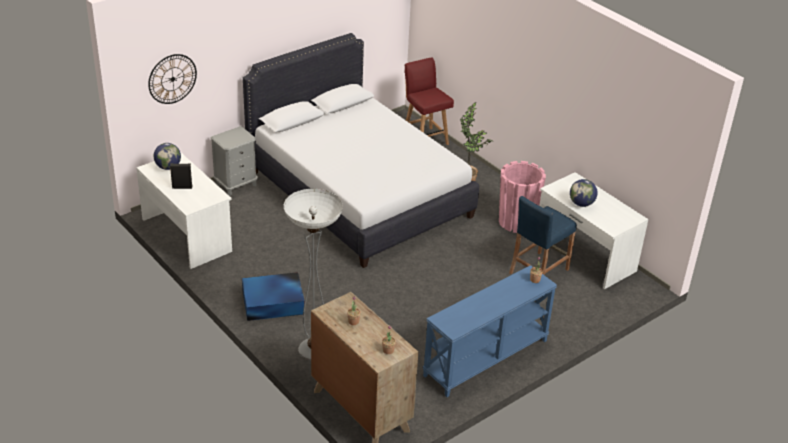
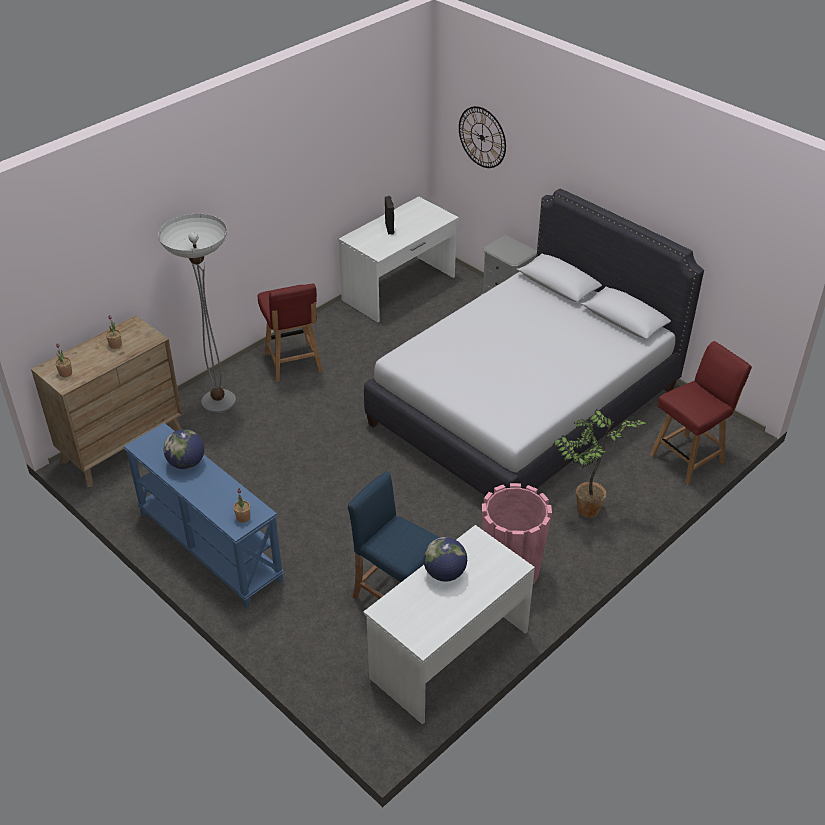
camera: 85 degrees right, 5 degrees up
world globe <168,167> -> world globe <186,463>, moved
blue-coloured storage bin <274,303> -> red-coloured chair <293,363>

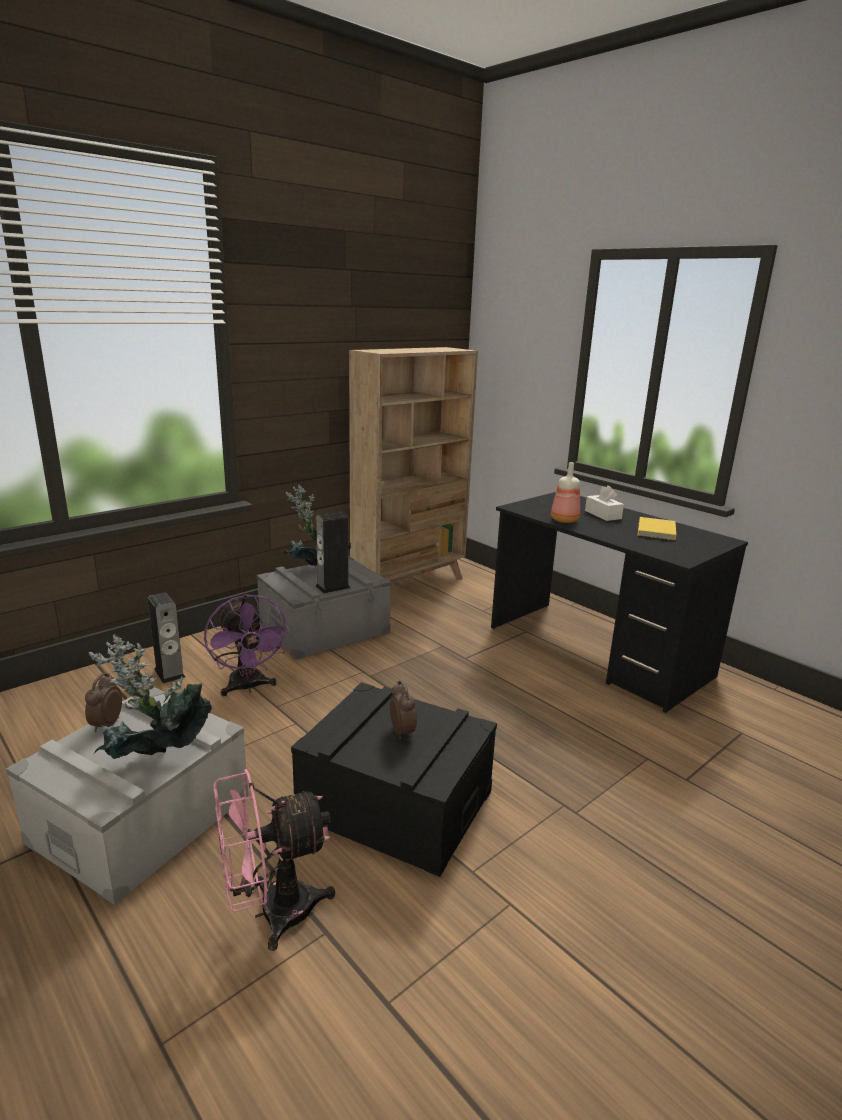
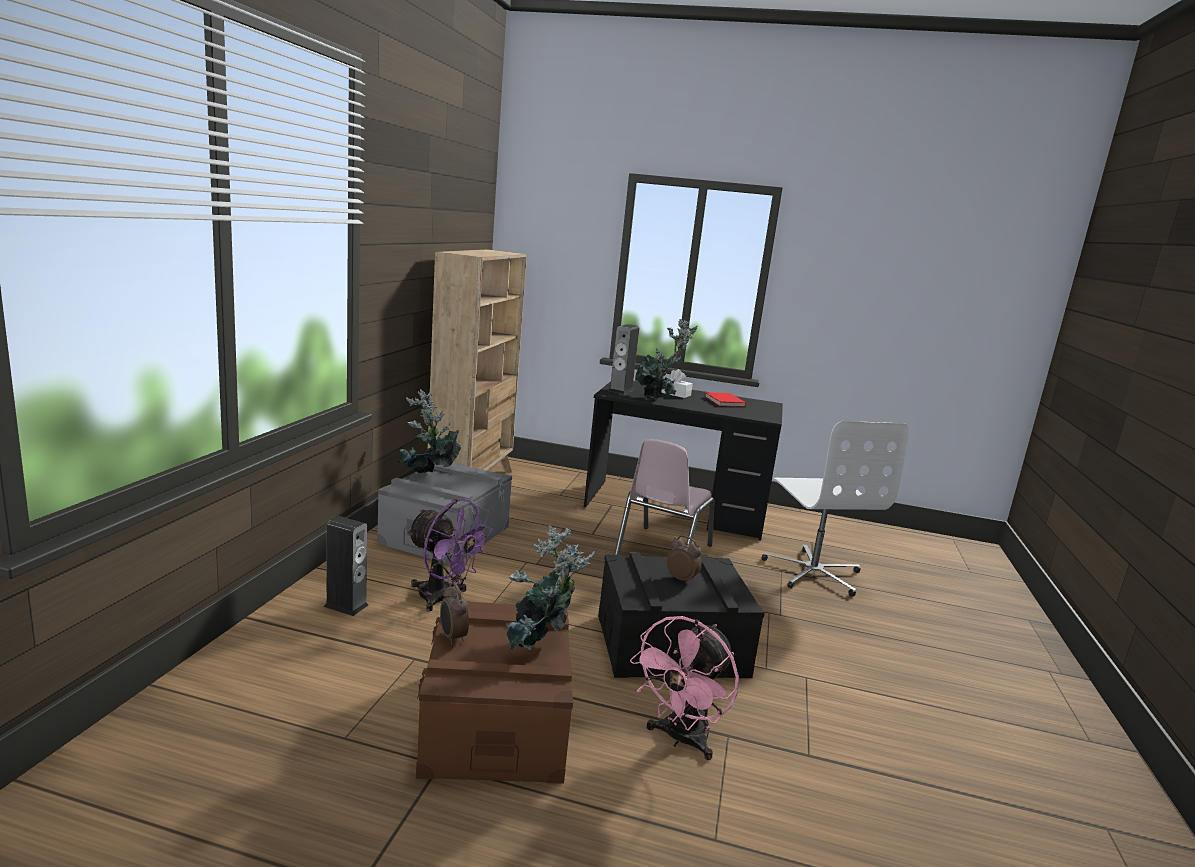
camera: 35 degrees left, 5 degrees down
greyish storage bin <141,819> -> brownish storage bin <496,721>
loudspeaker <333,587> -> loudspeaker <621,390>, moved
none -> pink-coloured chair <662,551>
bottle <564,520> -> potted plant <658,400>
yellowish book <655,531> -> red-coloured book <724,402>
none -> white computer chair <813,572>

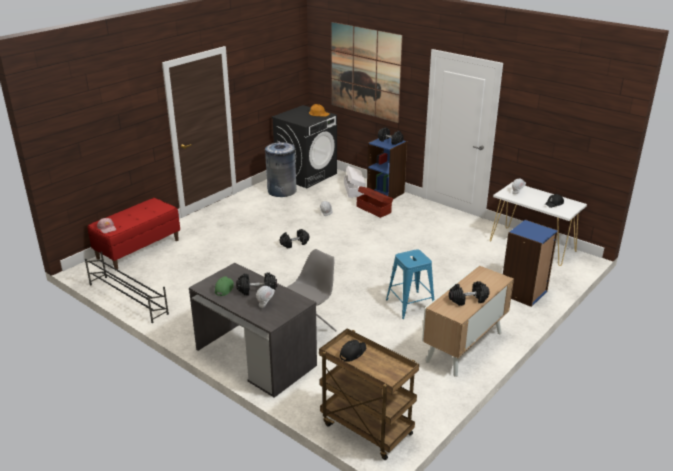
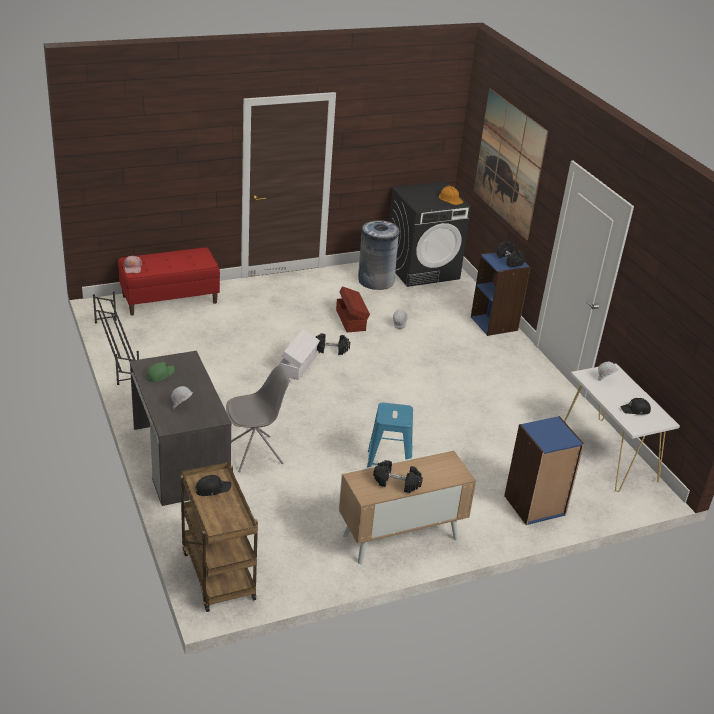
camera: 25 degrees right, 5 degrees up
white storage bin <354,190> -> white storage bin <298,365>, moved
brownish storage bin <373,209> -> brownish storage bin <351,320>, moved
black-coloured free weight <257,290> -> none

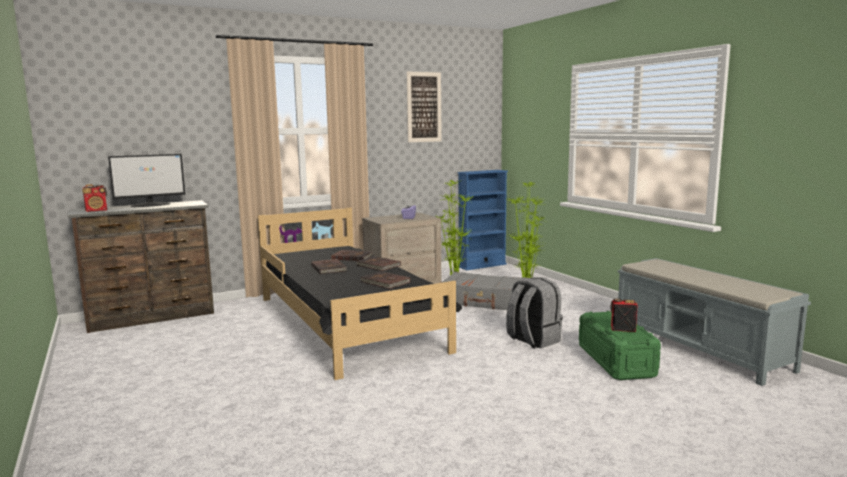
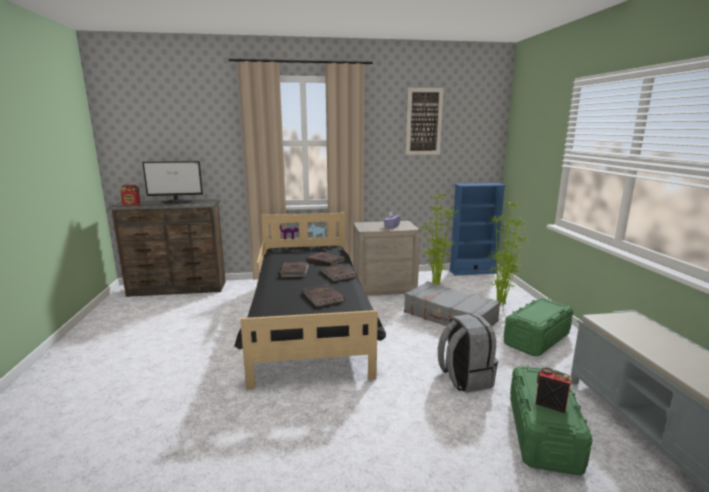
camera: 20 degrees right, 5 degrees up
none -> green storage bin <537,339>

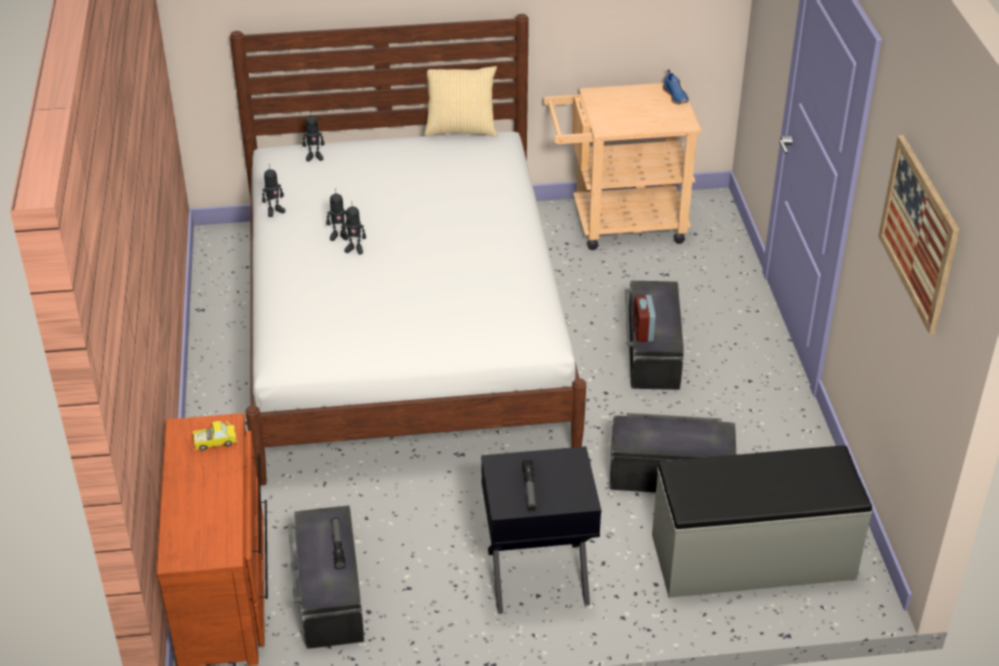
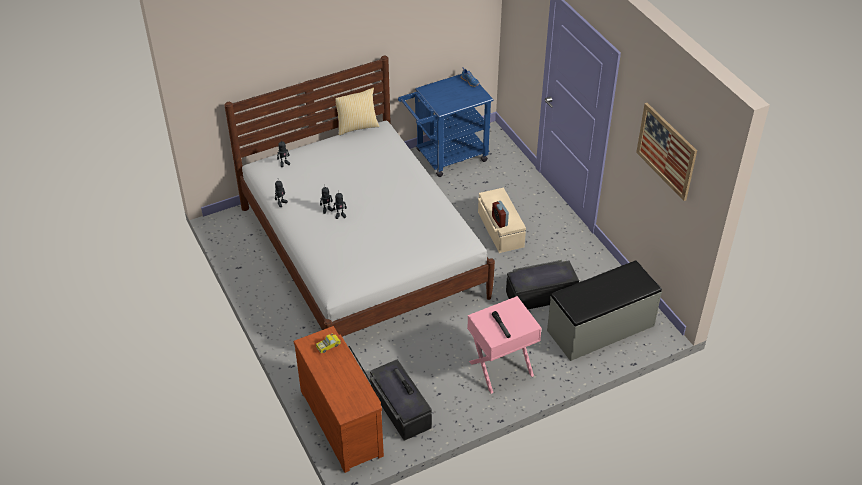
camera: 20 degrees left, 5 degrees up
sand-coloured cart <617,223> -> blue-coloured cart <446,157>
black-coloured night table <538,577> -> pink-coloured night table <501,369>
black-coloured storage bin <651,352> -> sand-coloured storage bin <500,229>

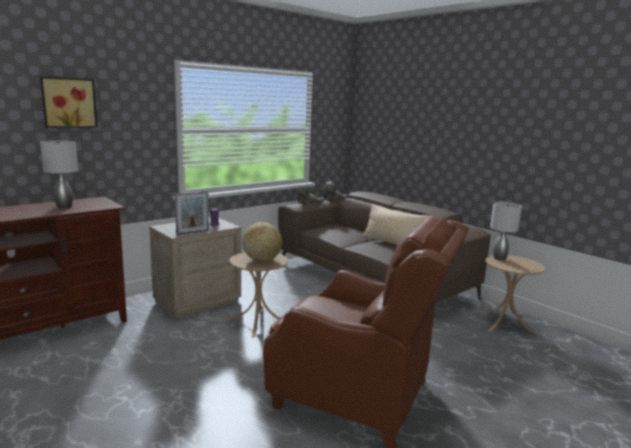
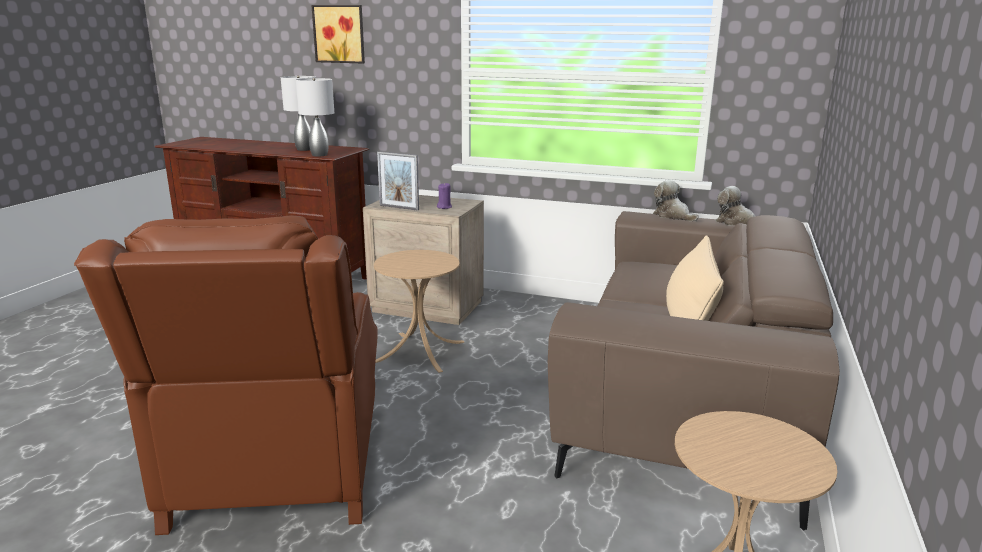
camera: 60 degrees right, 5 degrees up
greyish table lamp <499,258> -> greyish table lamp <320,155>, moved
world globe <261,260> -> none

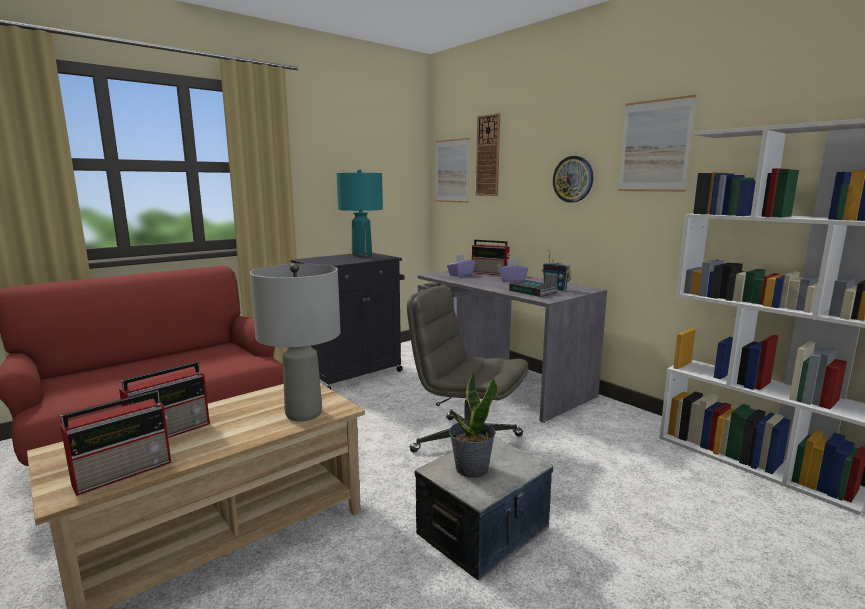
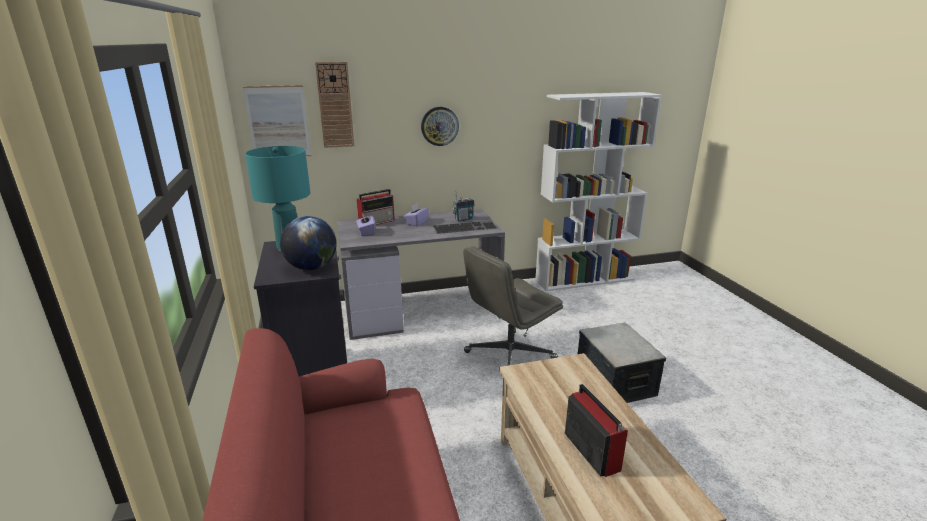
camera: 65 degrees left, 10 degrees up
none -> world globe <311,268>
book <533,292> -> keyboard <465,227>
radio set <125,471> -> none
greyish table lamp <304,413> -> none
potted plant <471,469> -> none
wall art <654,146> -> none

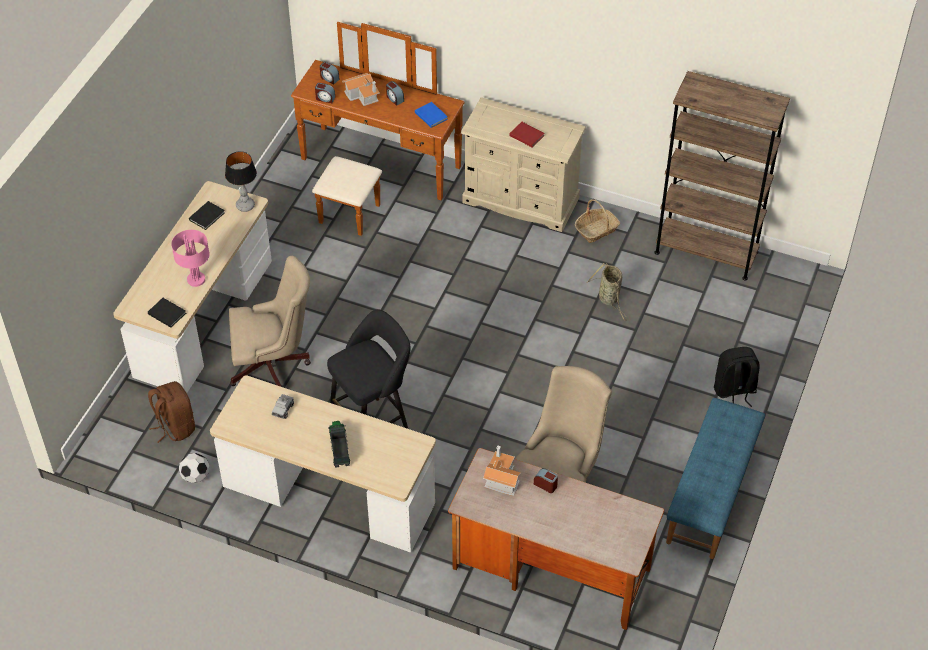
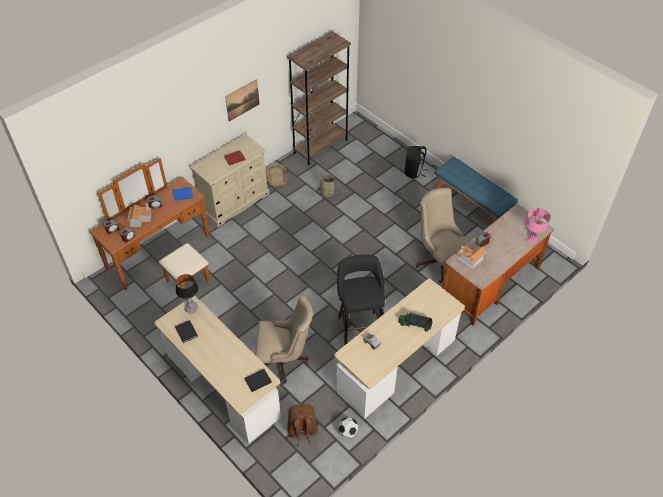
camera: 65 degrees left, 0 degrees up
none -> wall art <242,100>
sand-coloured computer chair <273,365> -> sand-coloured computer chair <284,361>, 75 degrees clockwise
pink-coloured table lamp <196,279> -> pink-coloured table lamp <531,239>, moved

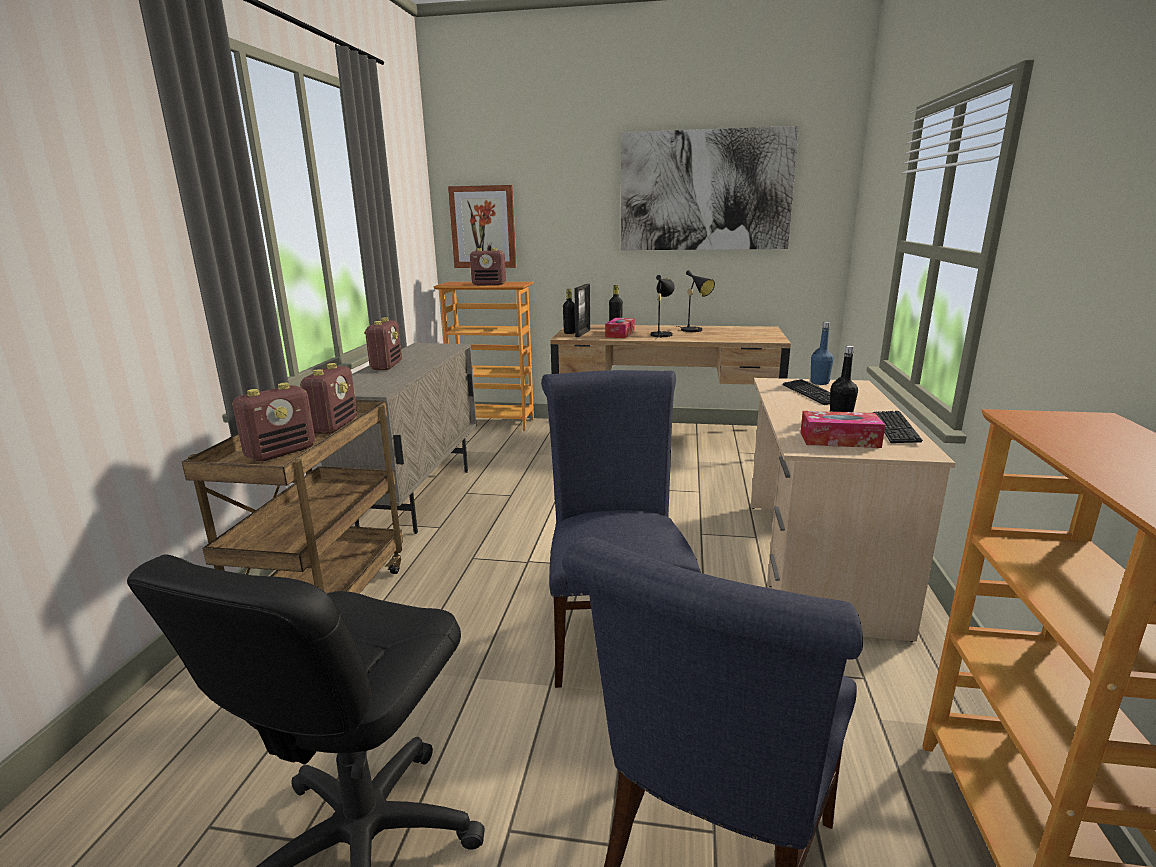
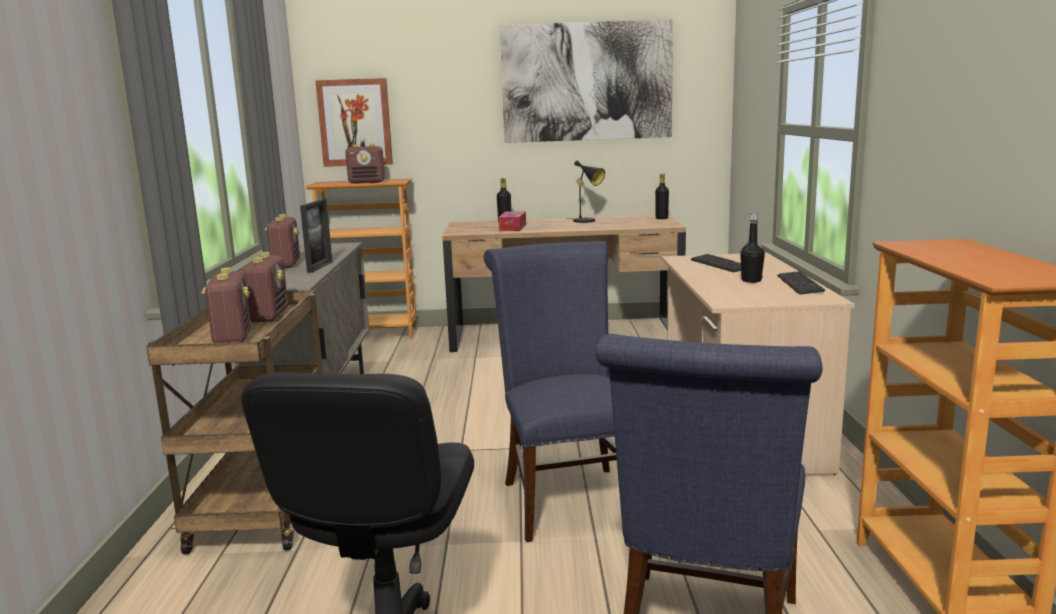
camera: 10 degrees left, 5 degrees down
radio set <281,452> -> radio set <232,338>, 45 degrees counterclockwise
picture frame <583,333> -> picture frame <320,267>, moved
black-coloured bottle <569,333> -> black-coloured bottle <661,218>, moved
black-coloured table lamp <661,334> -> none
tissue box <839,440> -> none
blue-coloured bottle <819,383> -> none

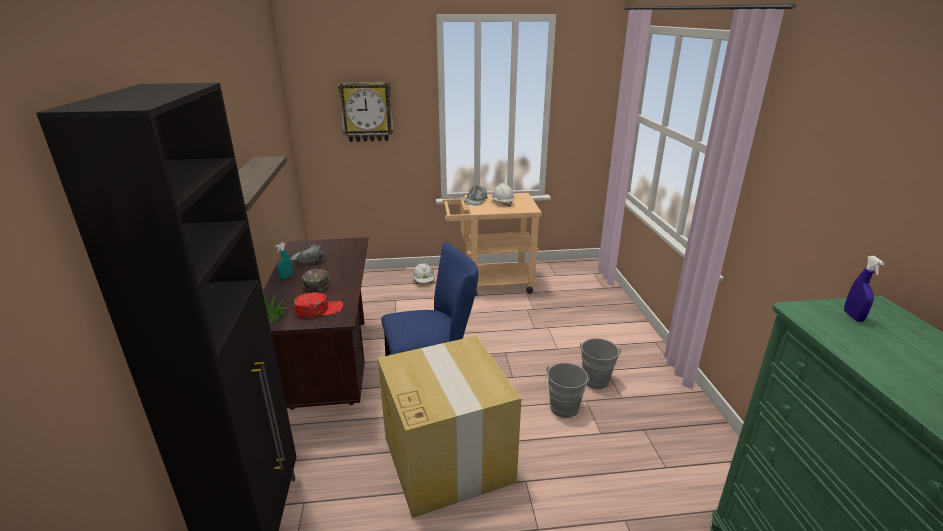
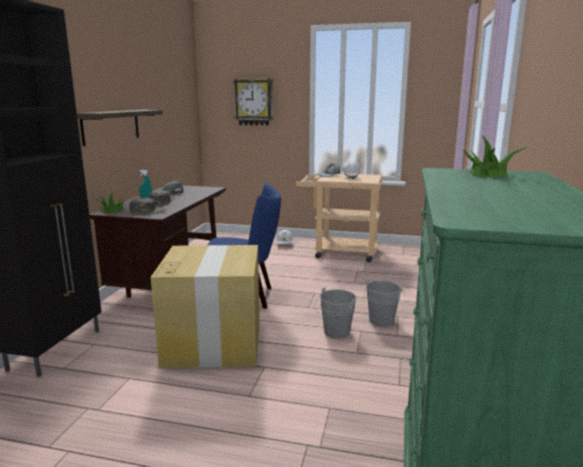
camera: 20 degrees right, 10 degrees down
red-coloured cap <319,309> -> green cap <148,211>
blue-coloured sprayer <853,316> -> potted plant <487,174>

